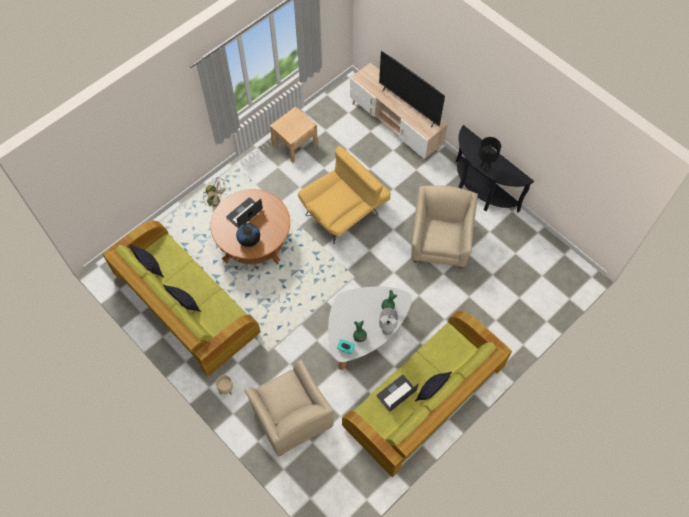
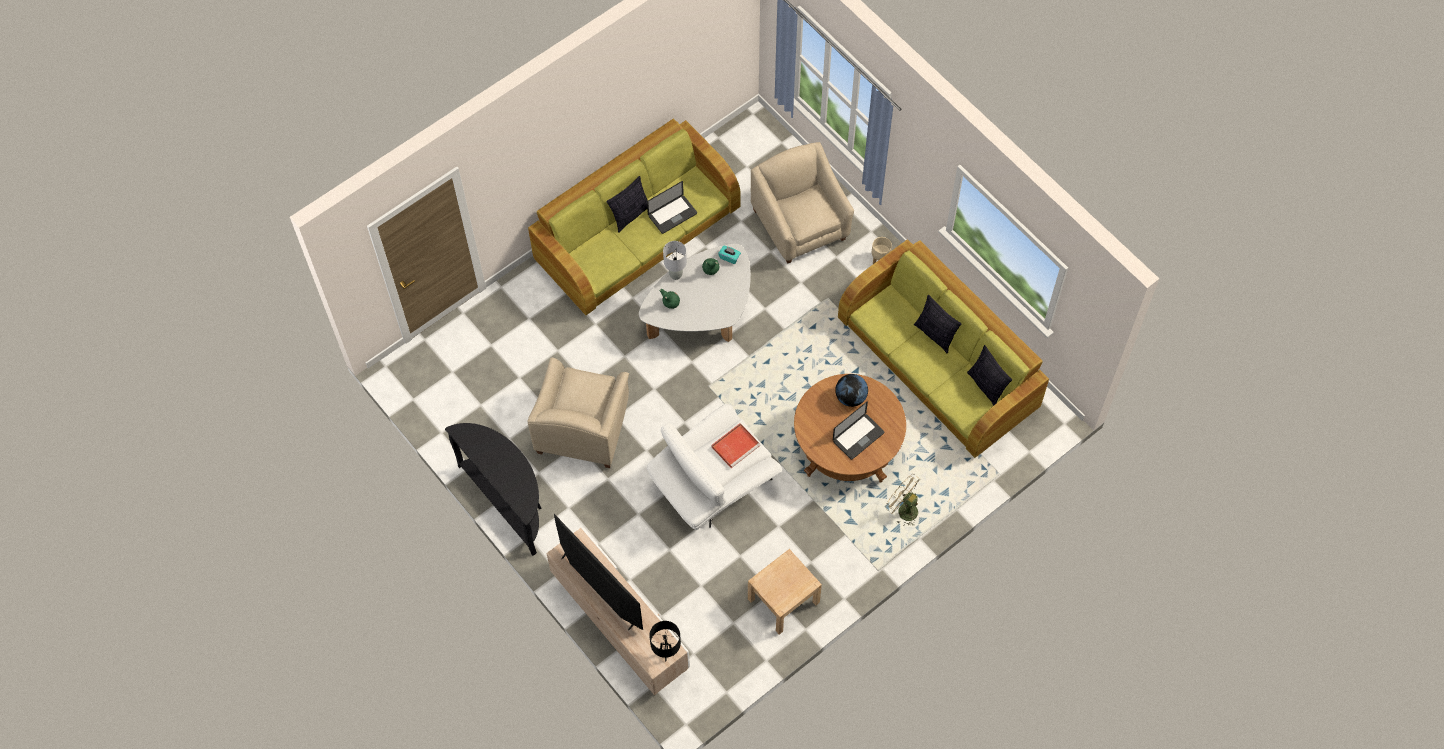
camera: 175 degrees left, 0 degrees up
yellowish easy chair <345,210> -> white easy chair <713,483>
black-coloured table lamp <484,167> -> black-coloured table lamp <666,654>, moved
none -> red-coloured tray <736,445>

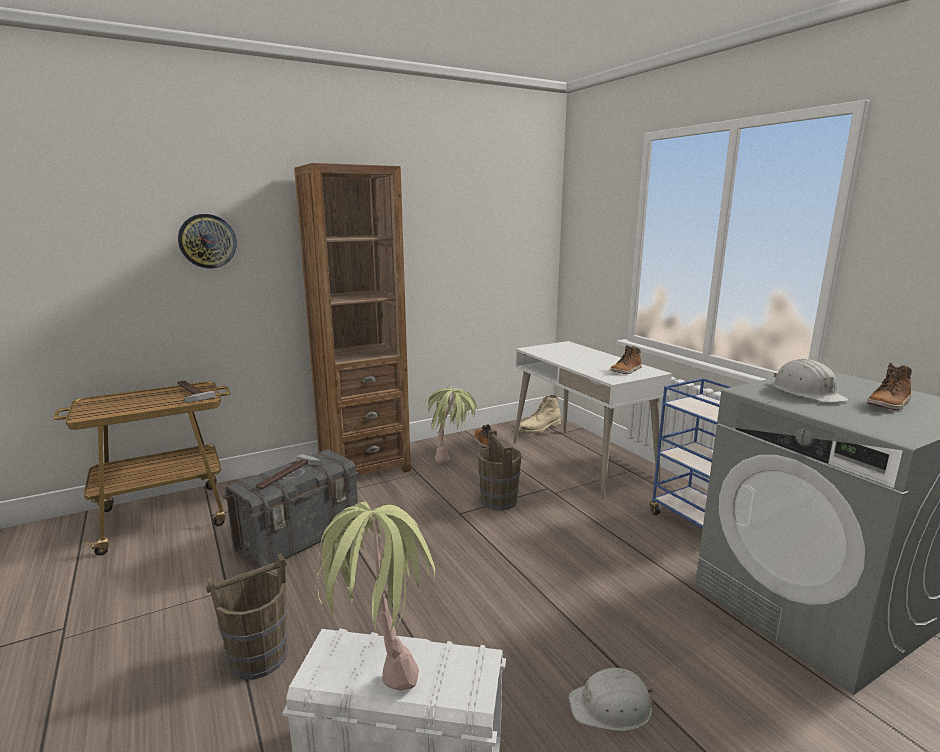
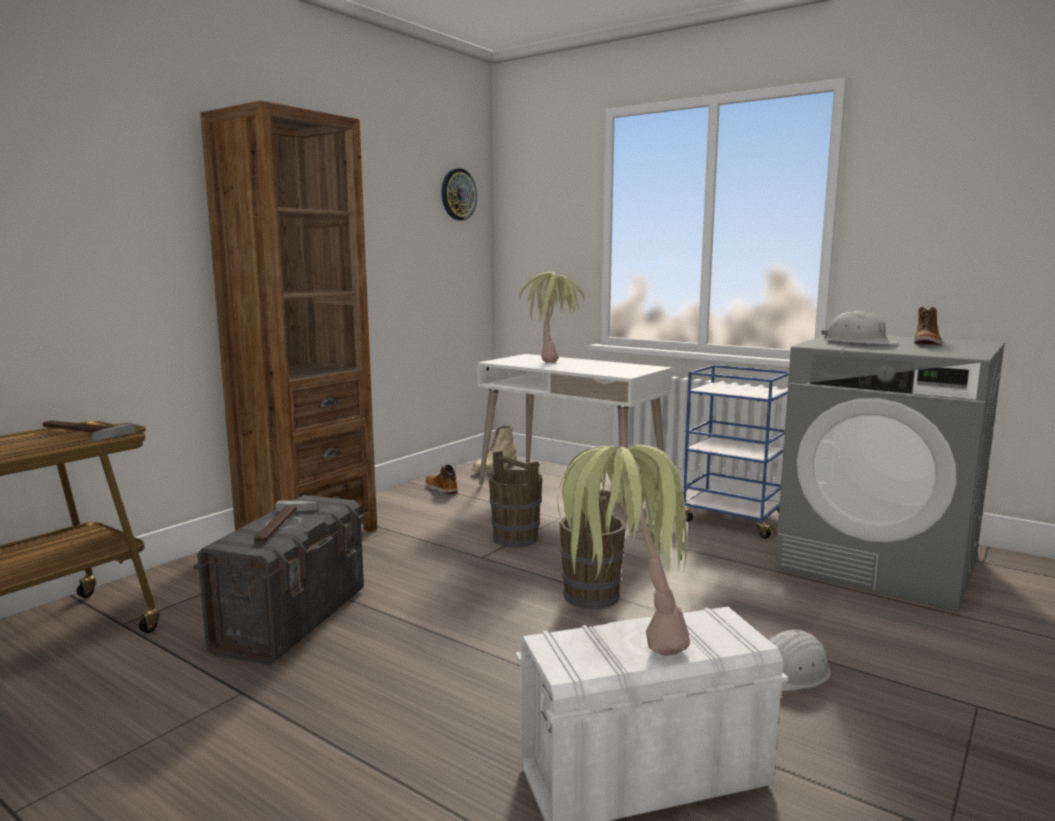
camera: 25 degrees left, 5 degrees down
hanging clock <207,241> -> hanging clock <458,194>, moved
potted plant <452,457> -> potted plant <552,359>, moved
brownish bucket <259,657> -> brownish bucket <591,596>, moved
high-top boot <626,371> -> none

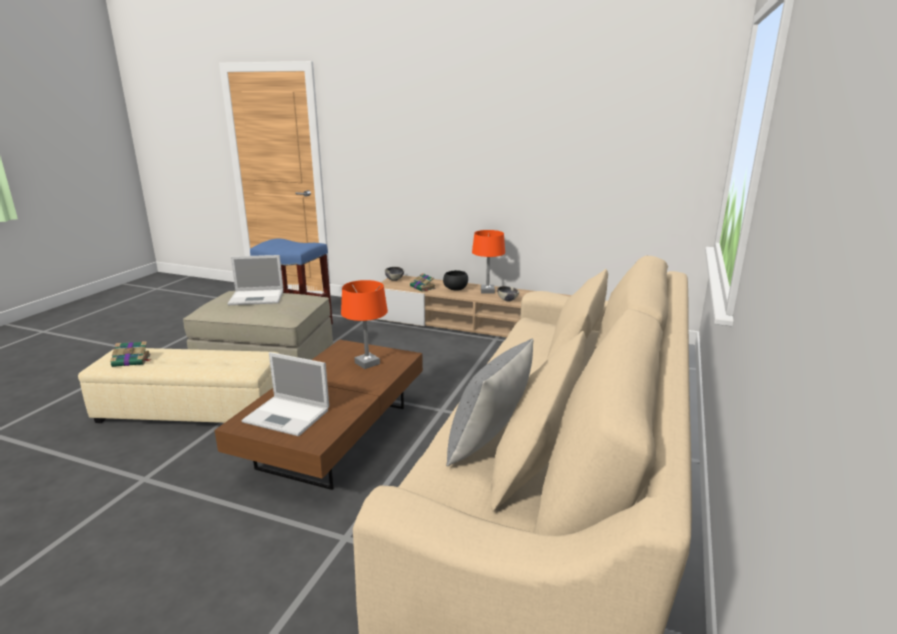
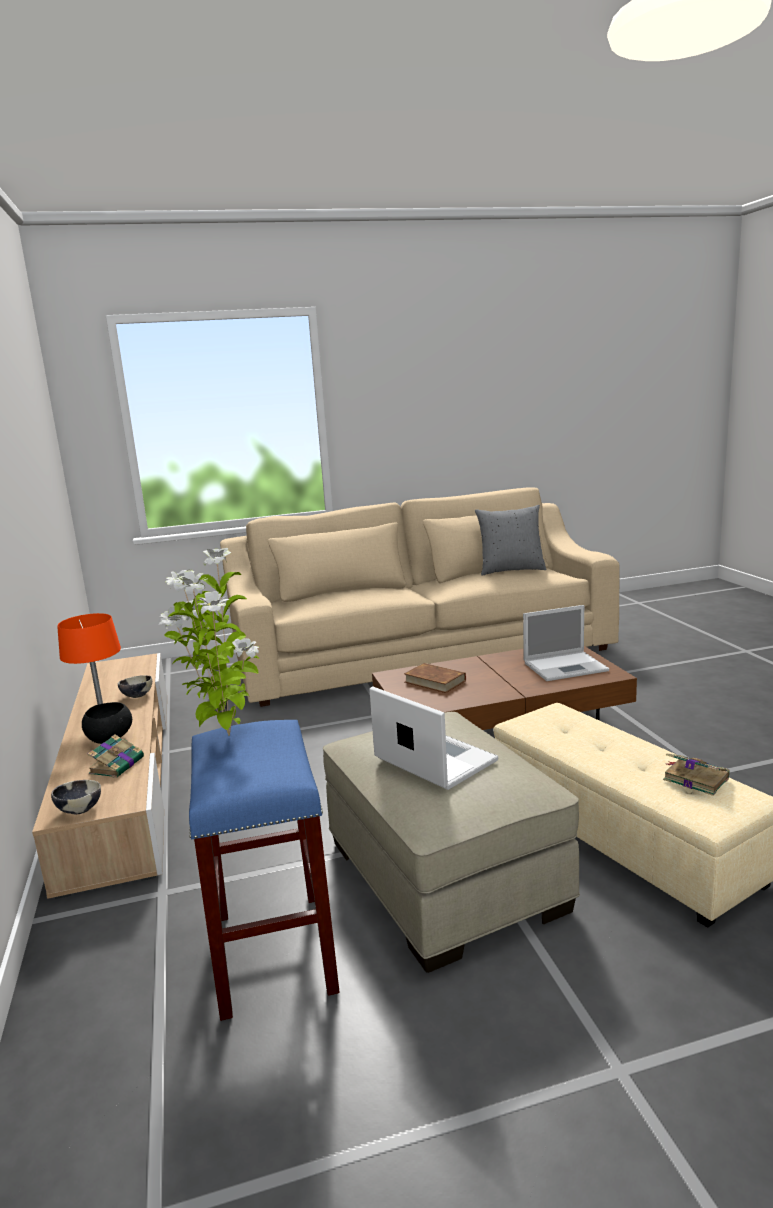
camera: 125 degrees left, 5 degrees down
none -> potted plant <225,735>
orange table lamp <367,363> -> brownish book <434,681>
portable computer <288,416> -> portable computer <566,666>, 90 degrees clockwise

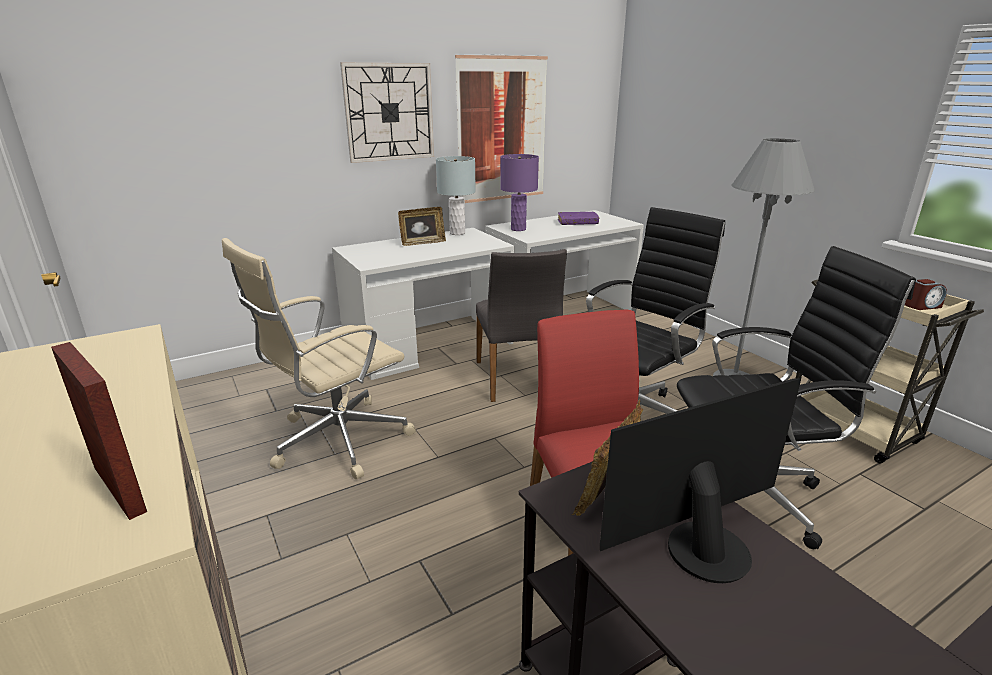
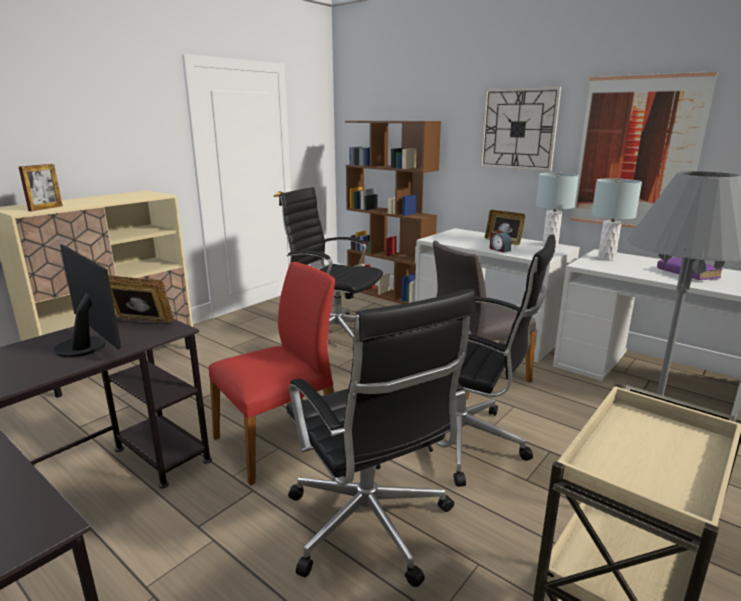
camera: 70 degrees right, 5 degrees down
sand-coloured computer chair <336,440> -> black-coloured computer chair <335,334>
none -> brownish bookcase <389,295>
alarm clock <922,306> -> alarm clock <499,249>, moved
purple table lamp <518,229> -> greyish table lamp <606,258>

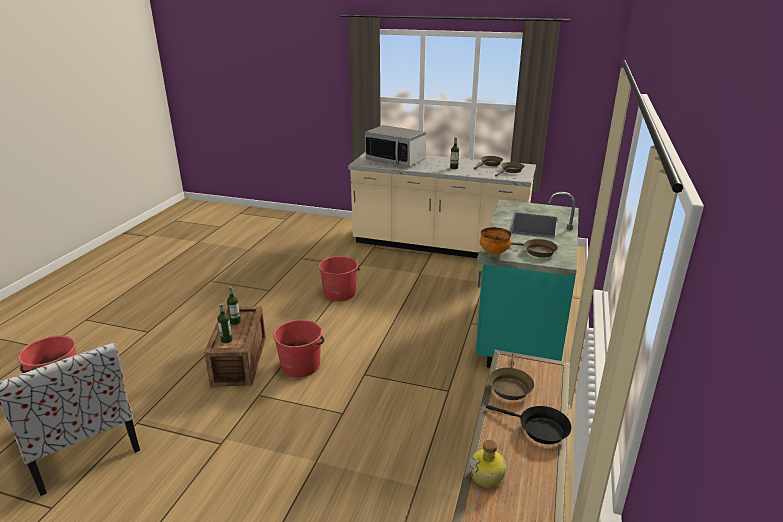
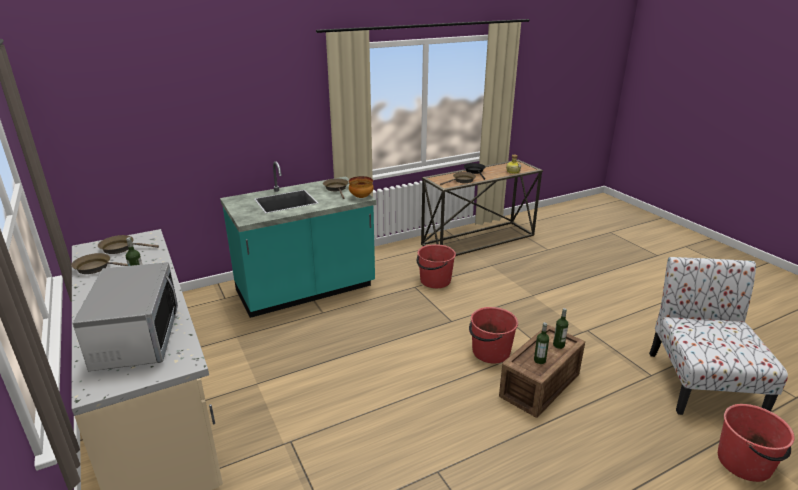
camera: 135 degrees left, 0 degrees up
red-coloured bucket <340,293> -> red-coloured bucket <435,281>, moved

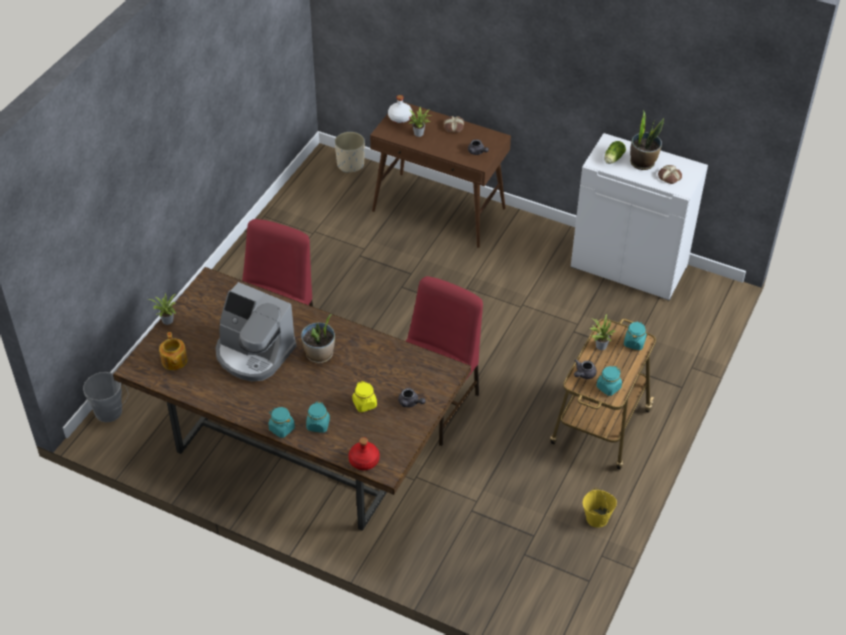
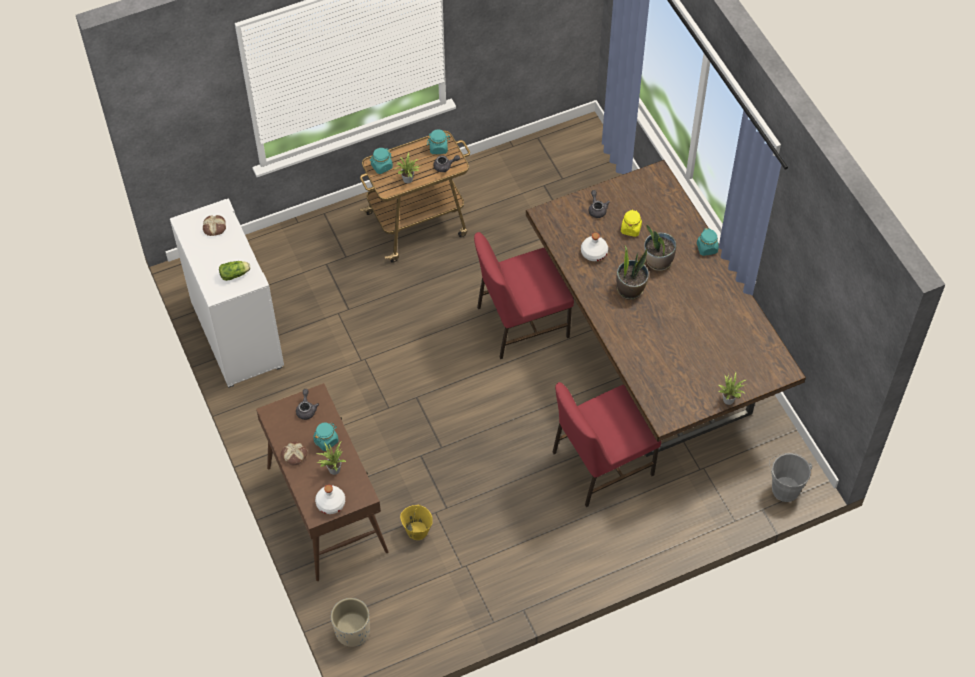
camera: 140 degrees left, 10 degrees up
turquoise jar <318,425> -> turquoise jar <326,441>, moved
yellowish bucket <597,518> -> yellowish bucket <417,530>, moved
none -> white bottle <593,252>
potted plant <643,162> -> potted plant <658,261>, moved
teapot <174,361> -> none
coffee machine <254,353> -> none
red-coloured bottle <364,461> -> none

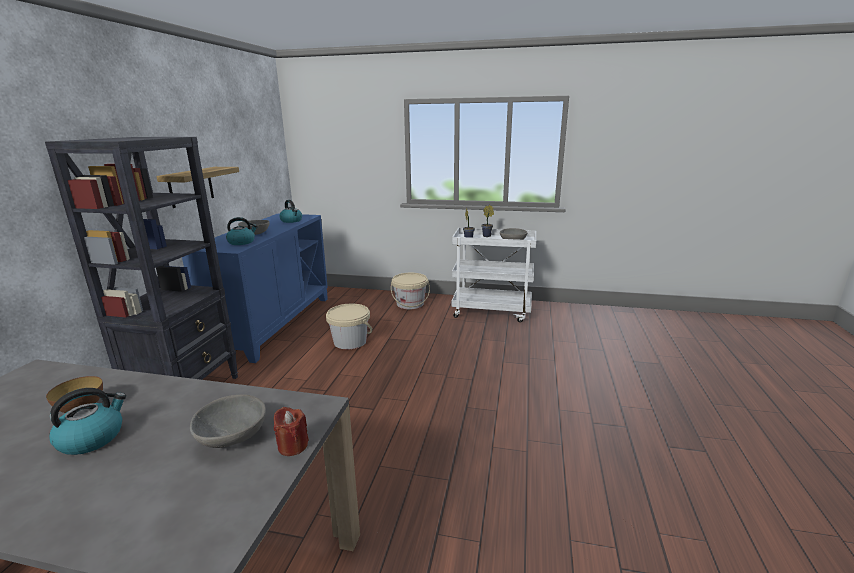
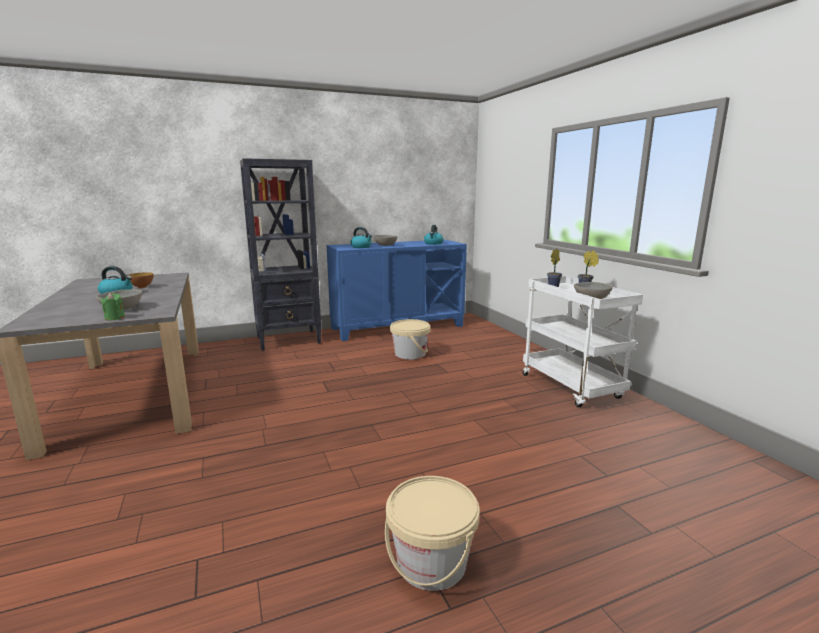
camera: 55 degrees right, 5 degrees down
red-coloured candle <293,446> -> green candle <115,318>
sand-coloured bucket <410,304> -> sand-coloured bucket <431,562>, moved
bracket shelf <191,186> -> none

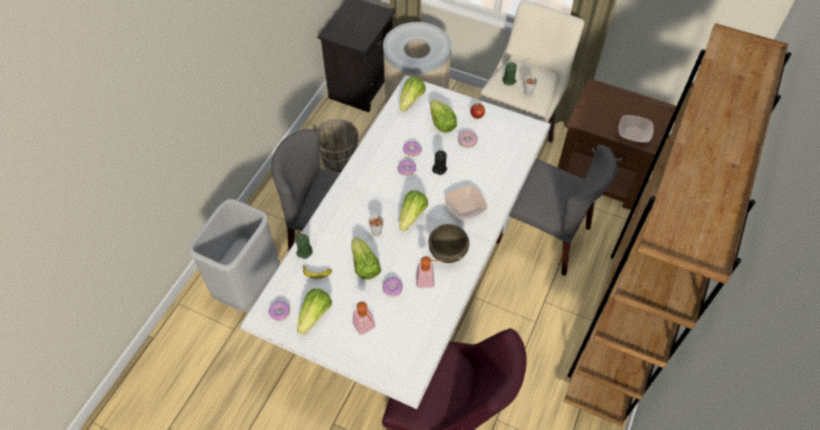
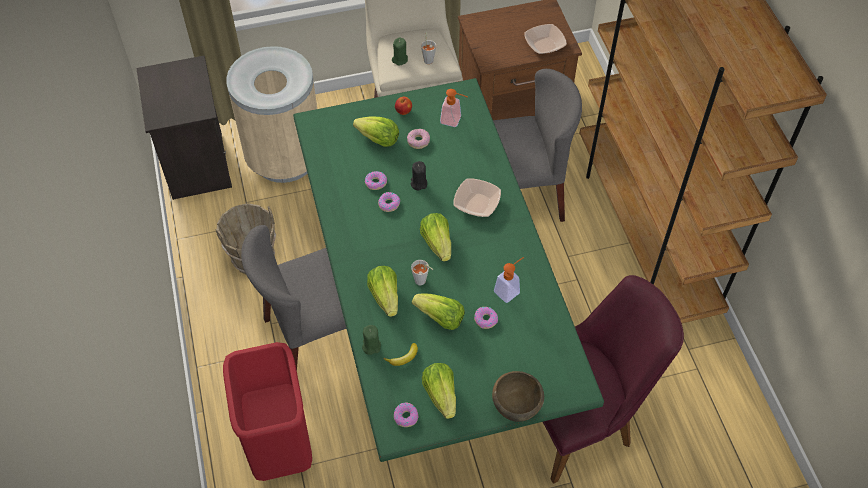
camera: 40 degrees left, 0 degrees up
greyish waste bin <248,286> -> red-coloured waste bin <278,445>
white kitchen table <410,282> -> green kitchen table <436,324>
head of lettuce <411,101> -> head of lettuce <385,296>, moved
soap bottle <366,328> -> soap bottle <454,121>, moved
brownish deep dish <447,254> -> brownish deep dish <515,407>, moved

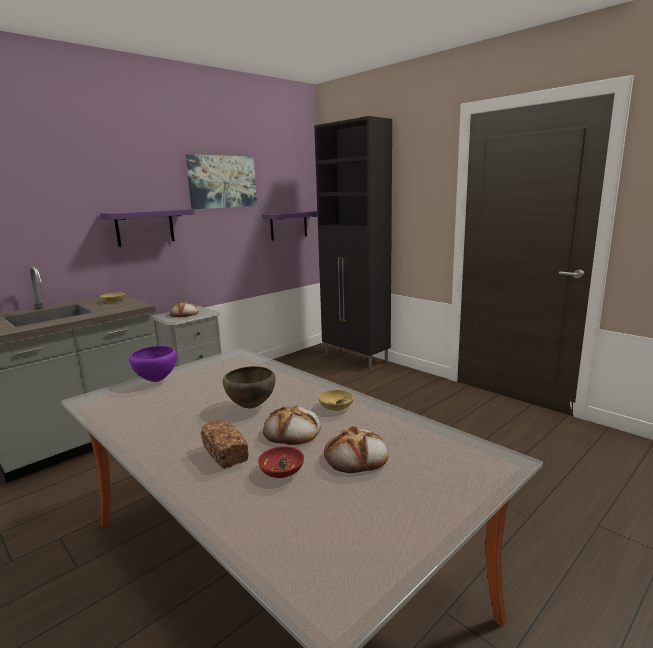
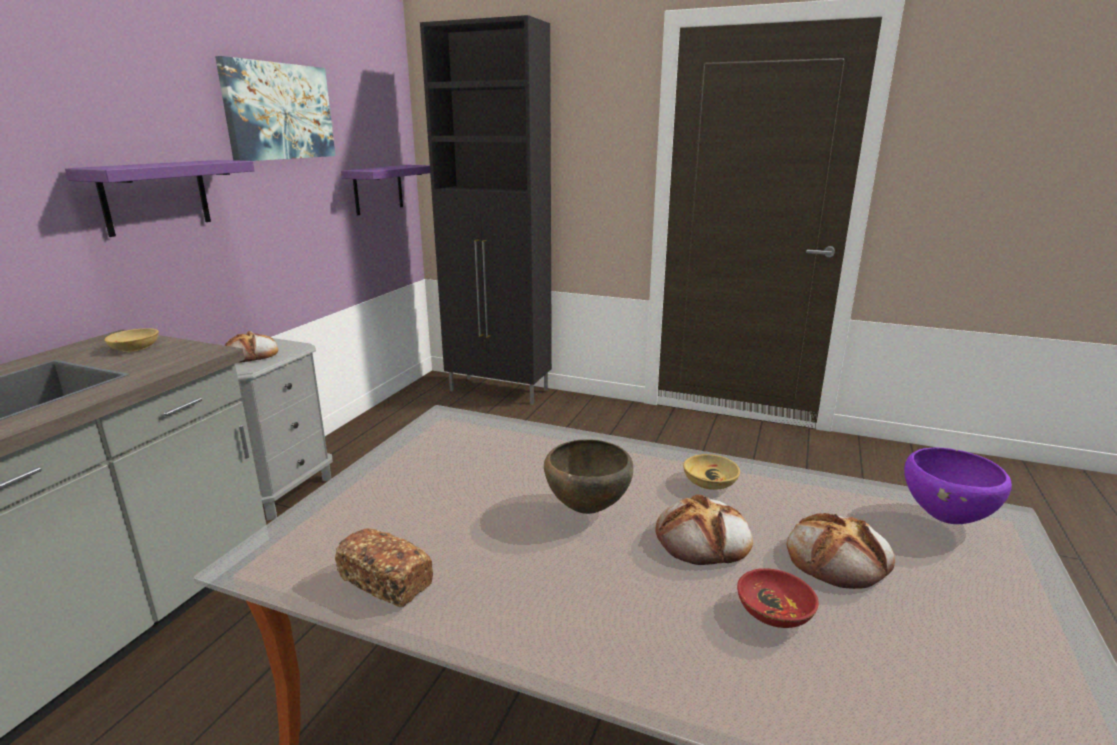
camera: 25 degrees left, 5 degrees up
bakery bread <225,454> -> bakery bread <386,582>, moved
purple deep dish <157,380> -> purple deep dish <946,519>, moved

